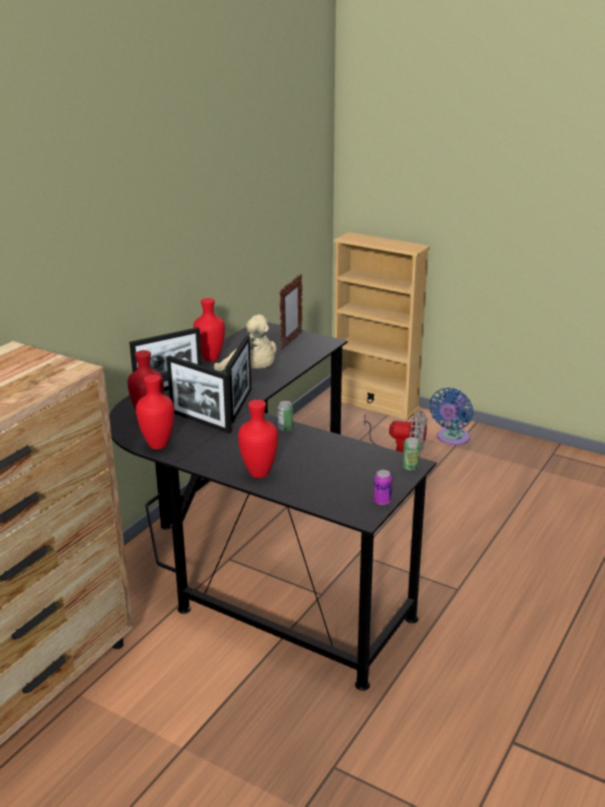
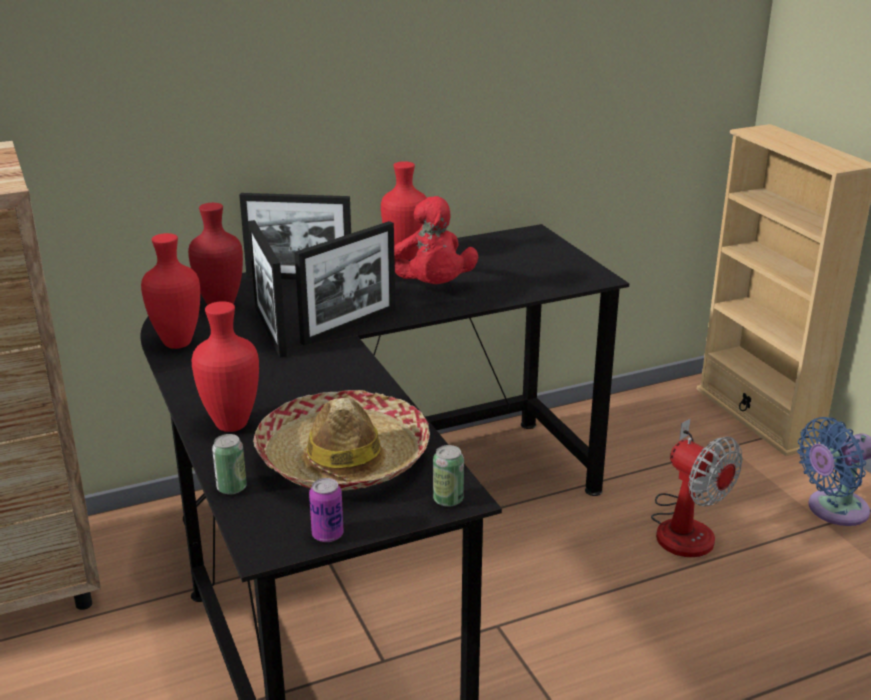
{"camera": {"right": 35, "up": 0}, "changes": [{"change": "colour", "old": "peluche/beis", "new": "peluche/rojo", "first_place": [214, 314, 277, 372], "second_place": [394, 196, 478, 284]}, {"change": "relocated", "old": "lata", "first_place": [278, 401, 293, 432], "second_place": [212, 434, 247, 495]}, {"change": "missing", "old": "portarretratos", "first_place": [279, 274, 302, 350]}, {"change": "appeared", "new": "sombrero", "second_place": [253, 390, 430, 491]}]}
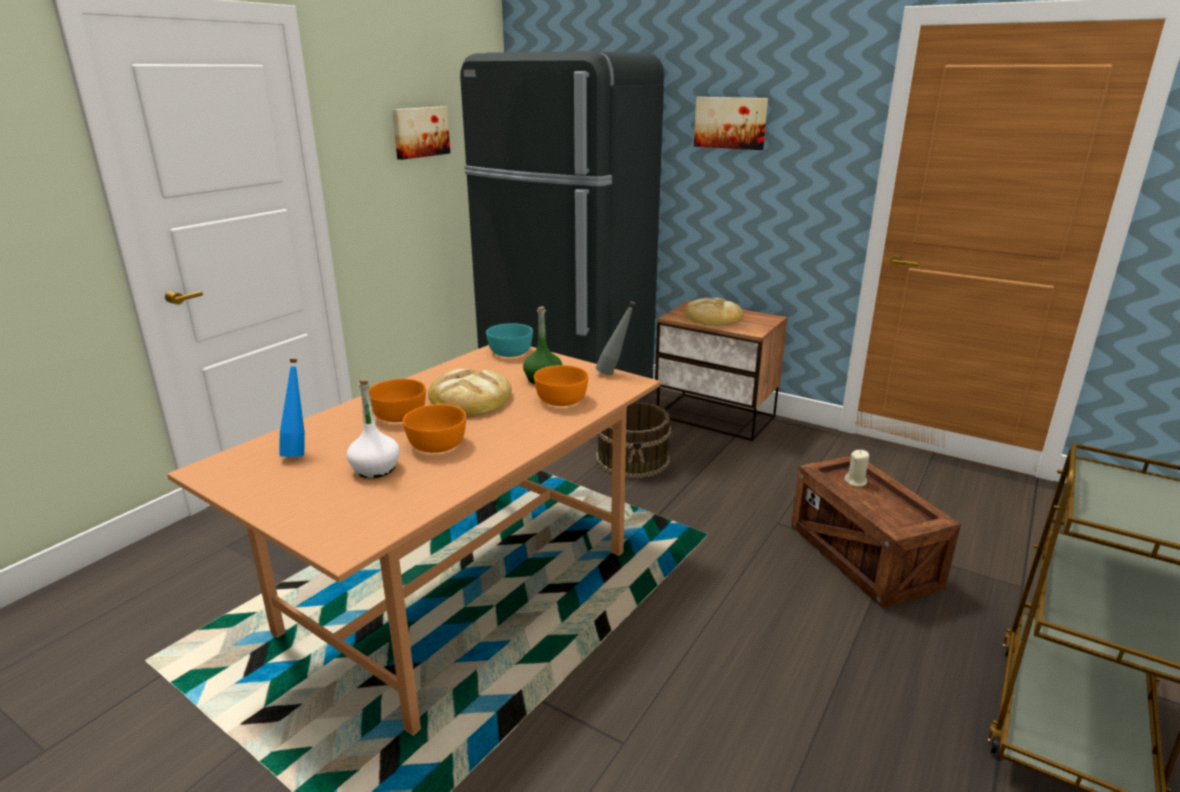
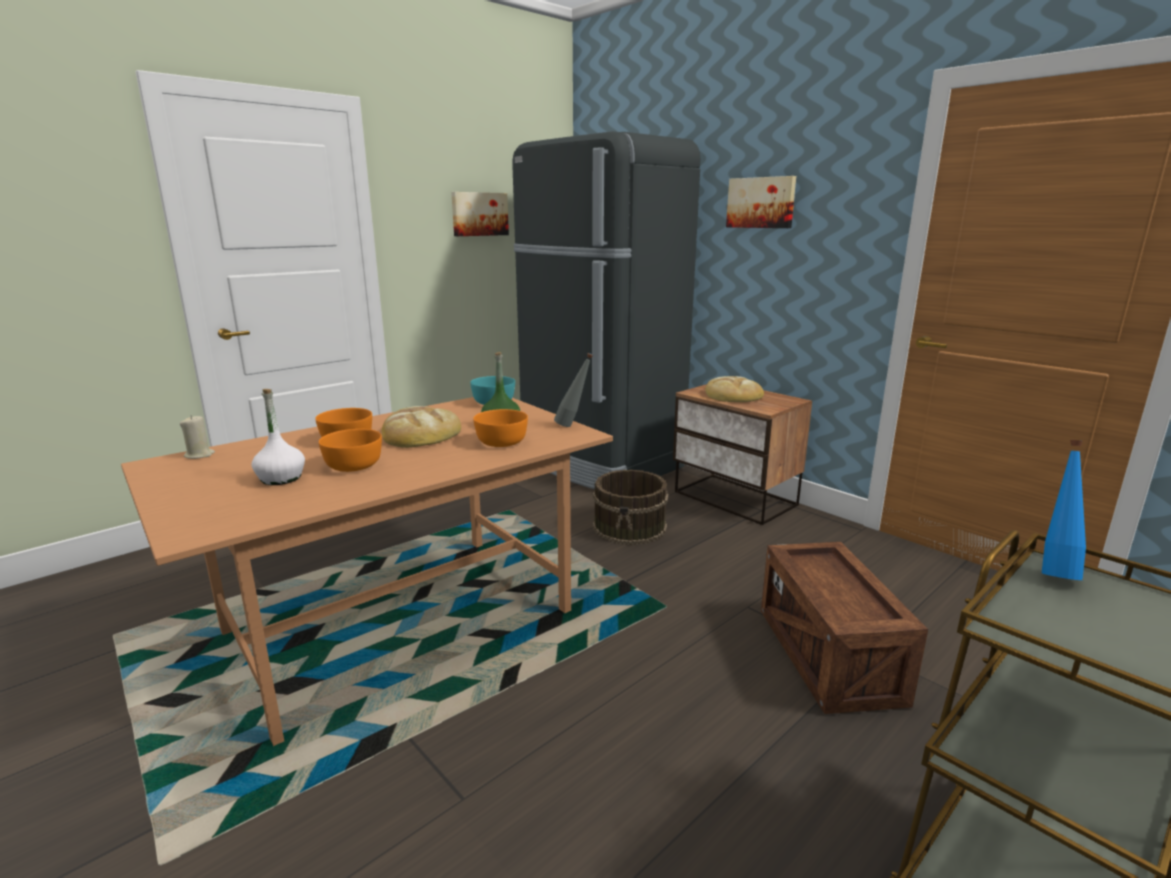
{"camera": {"right": 15, "up": -5}, "changes": [{"change": "relocated", "old": "botella/azul", "first_place": [279, 359, 305, 457], "second_place": [1042, 440, 1086, 580]}, {"change": "relocated", "old": "vela/beis", "first_place": [844, 450, 869, 487], "second_place": [180, 415, 215, 459]}]}
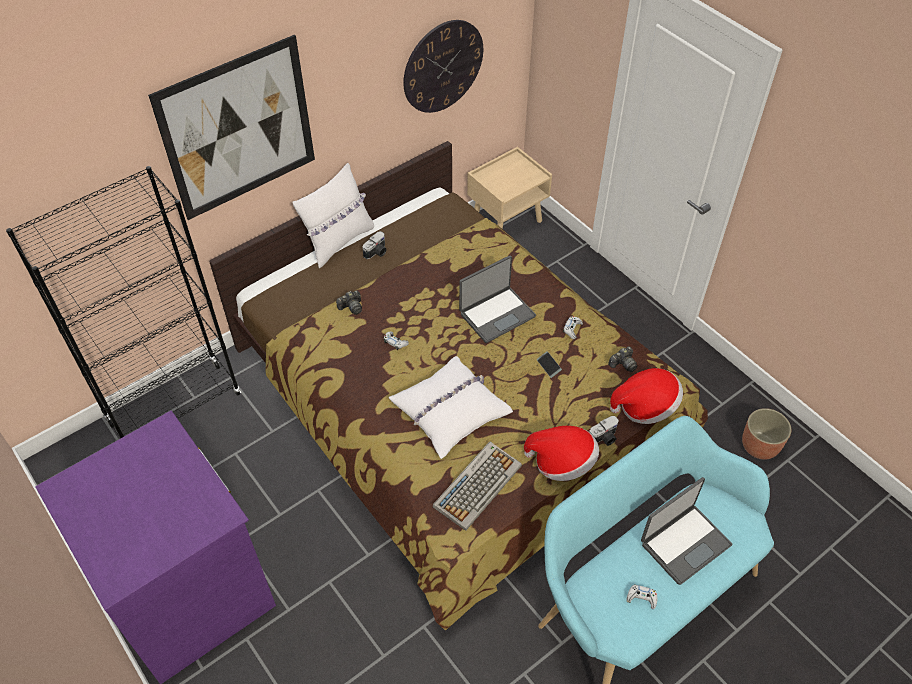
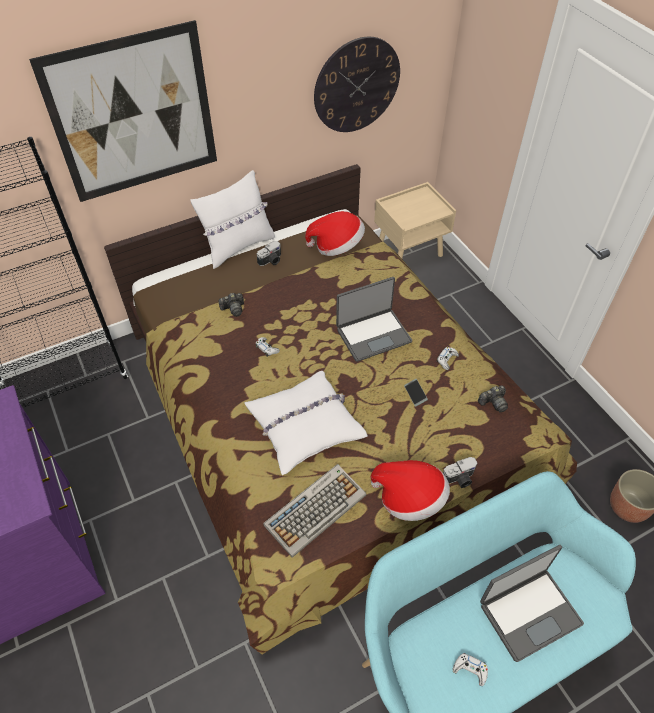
{"camera": {"right": 10, "up": 0}, "changes": [{"change": "relocated", "old": "sombrero", "first_place": [610, 368, 683, 424], "second_place": [305, 211, 365, 256]}]}
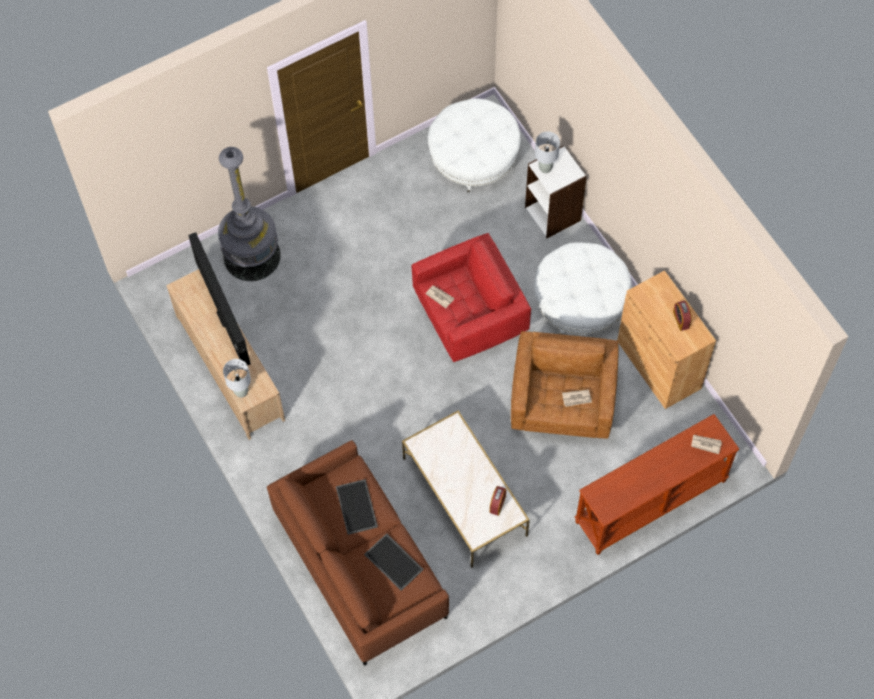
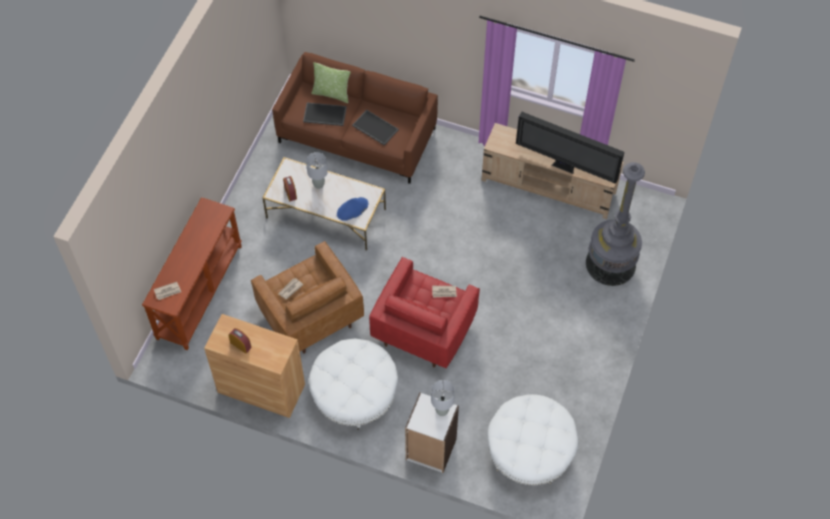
{"camera": {"right": 140, "up": -5}, "changes": [{"change": "relocated", "old": "lámpara de mesa/gris", "first_place": [223, 359, 251, 398], "second_place": [306, 152, 328, 189]}, {"change": "appeared", "new": "cojín", "second_place": [311, 62, 350, 103]}, {"change": "appeared", "new": "sombrero/azul", "second_place": [337, 197, 368, 221]}]}
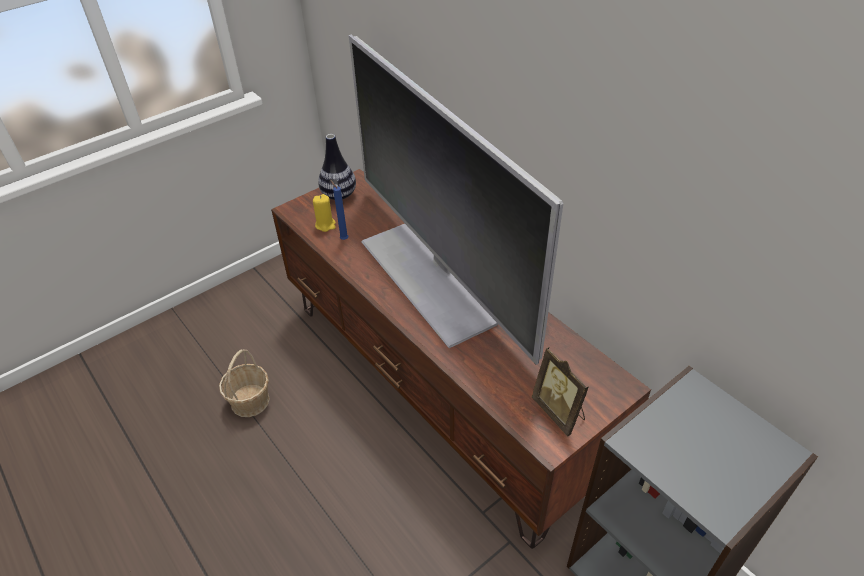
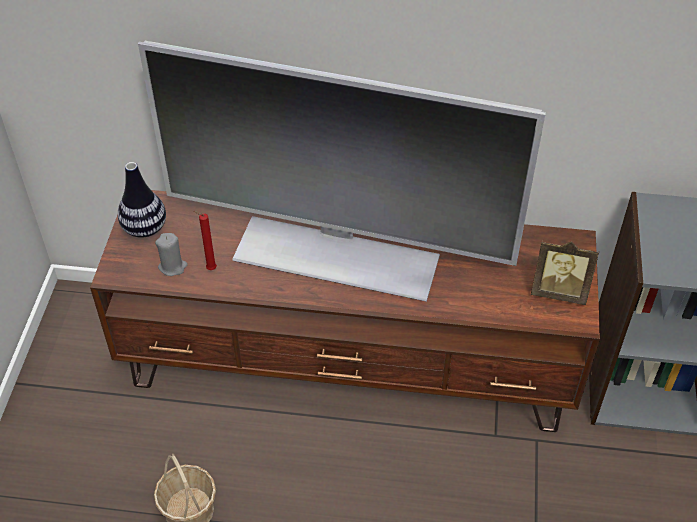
{"camera": {"right": -45, "up": 5}, "changes": [{"change": "colour", "old": "vela/amarillo", "new": "vela/gris", "first_place": [313, 194, 336, 232], "second_place": [155, 233, 188, 276]}, {"change": "colour", "old": "vela/azul", "new": "vela/rojo", "first_place": [331, 180, 348, 240], "second_place": [193, 211, 217, 270]}]}
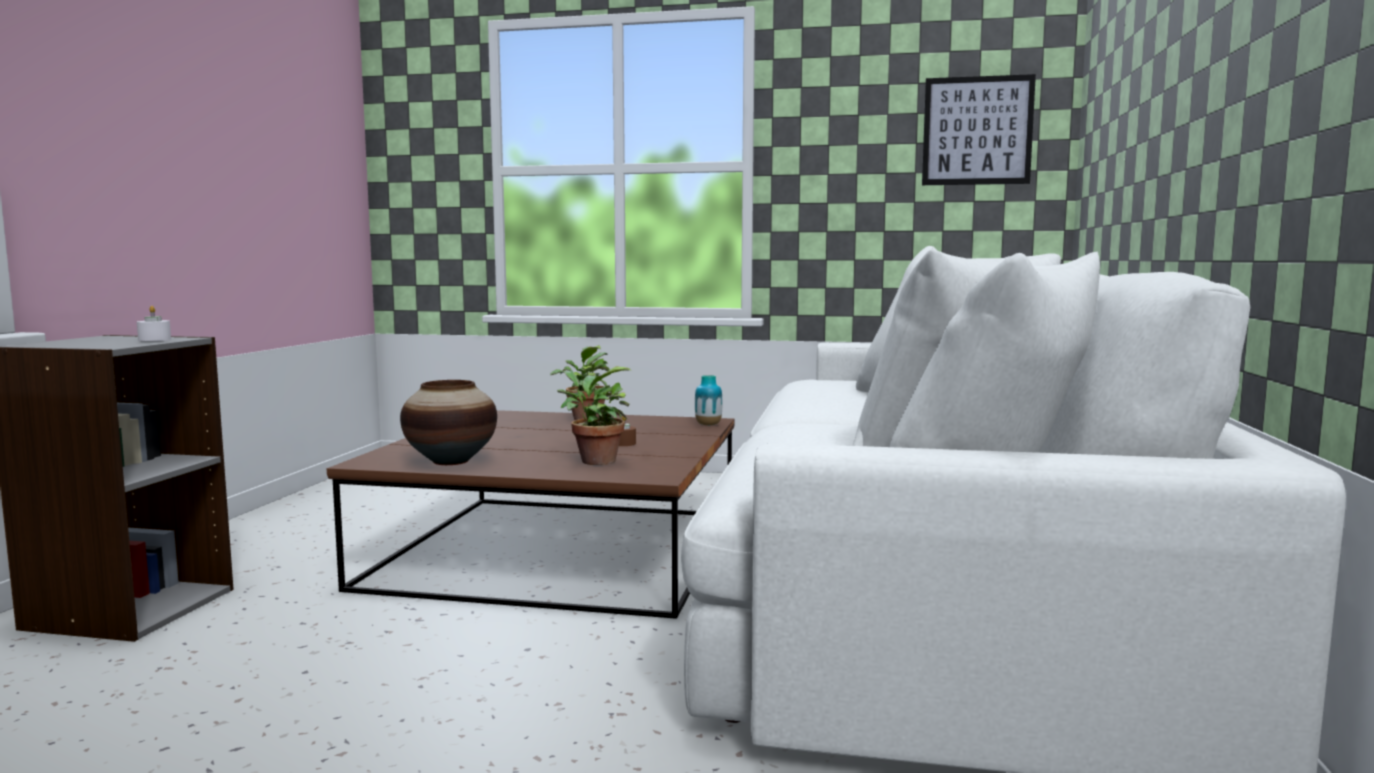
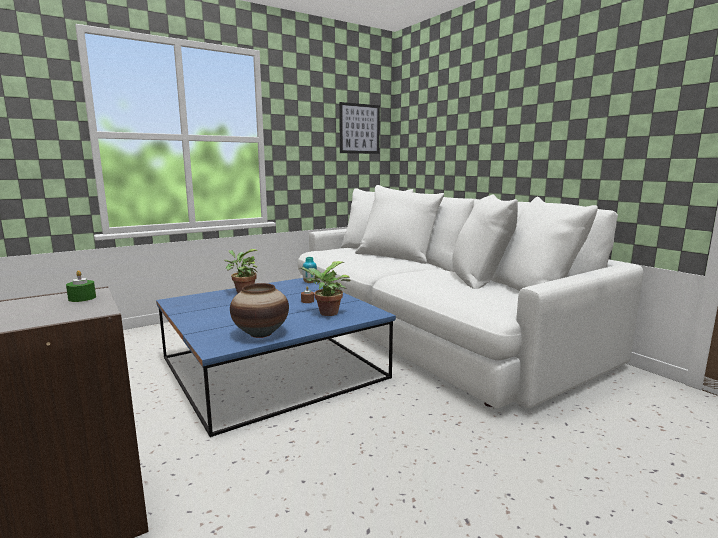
{"camera": {"right": -45, "up": 5}, "changes": [{"change": "colour", "old": "vela/blanco", "new": "vela/verde", "first_place": [137, 306, 171, 341], "second_place": [66, 270, 96, 302]}, {"change": "colour", "old": "mesa de centro/marrón", "new": "mesa de centro/azul", "first_place": [327, 410, 735, 619], "second_place": [156, 278, 396, 437]}]}
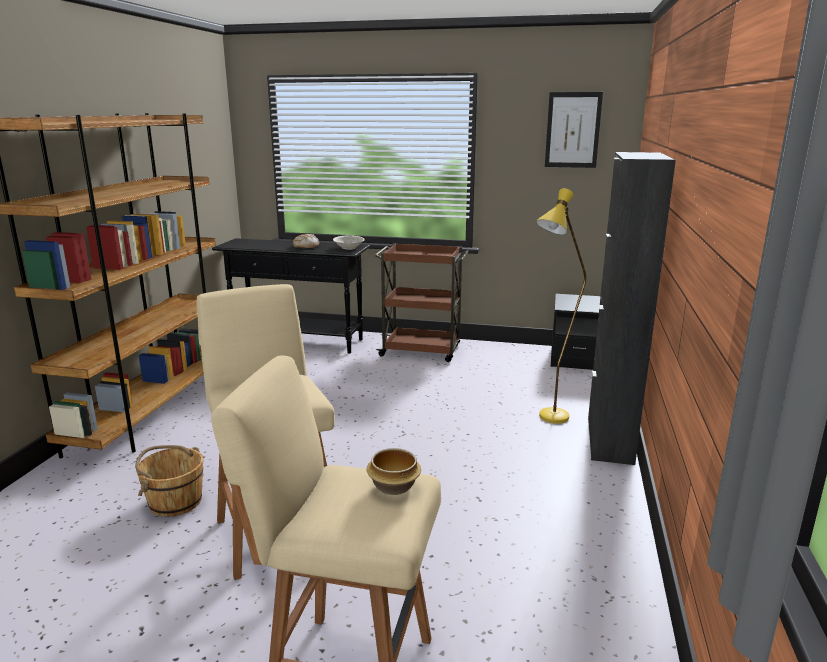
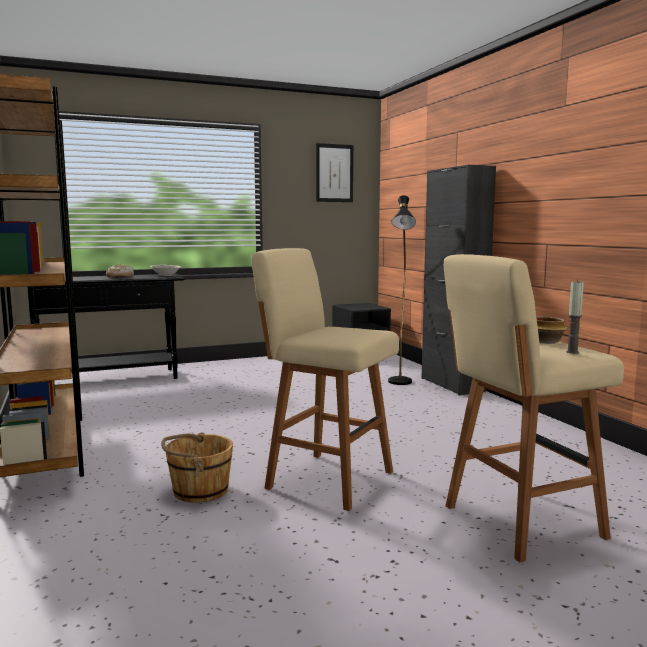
{"camera": {"right": -35, "up": -10}, "changes": [{"change": "missing", "old": "carrito/marrón", "first_place": [375, 243, 469, 362]}, {"change": "colour", "old": "lámpara de pie/amarillo", "new": "lámpara de pie/negro", "first_place": [536, 188, 586, 424], "second_place": [388, 195, 416, 385]}, {"change": "appeared", "new": "vela", "second_place": [566, 280, 584, 354]}]}
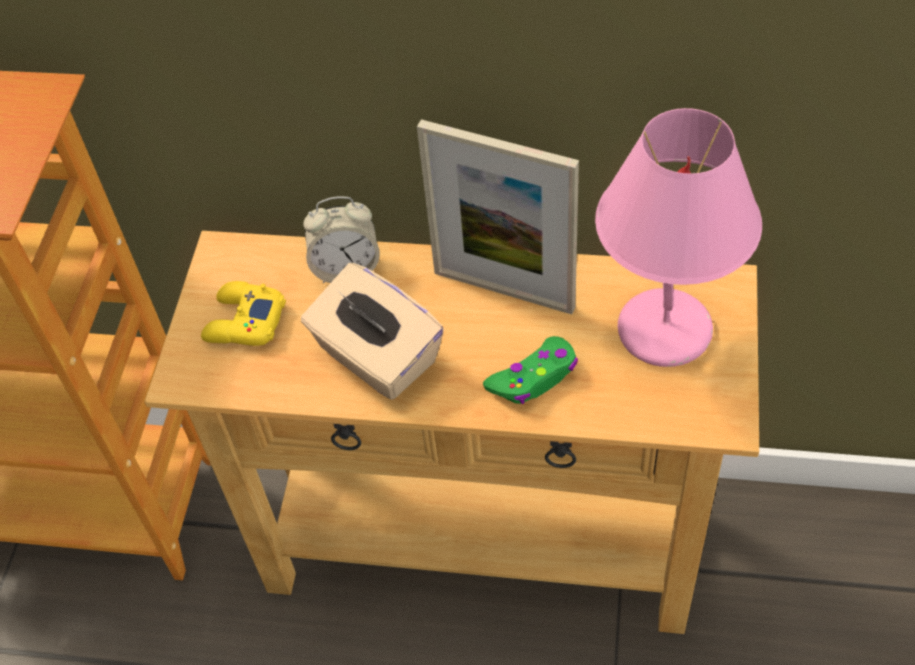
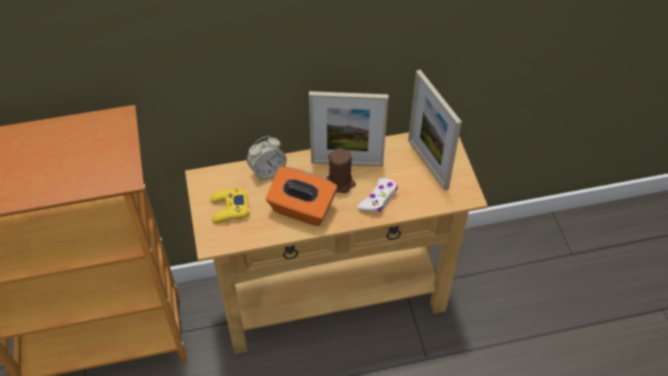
{"camera": {"right": -25, "up": 0}, "changes": [{"change": "colour", "old": "caja de pañuelos/beis", "new": "caja de pañuelos/naranja", "first_place": [301, 263, 444, 400], "second_place": [266, 166, 337, 226]}, {"change": "colour", "old": "mando de consola/verde", "new": "mando de consola/blanco", "first_place": [483, 336, 578, 404], "second_place": [357, 178, 398, 212]}, {"change": "exchanged", "old": "lámpara de mesa/rosa", "new": "portarretratos", "first_place": [595, 108, 762, 367], "second_place": [408, 70, 462, 191]}, {"change": "appeared", "new": "vela/marrón", "second_place": [326, 148, 356, 193]}]}
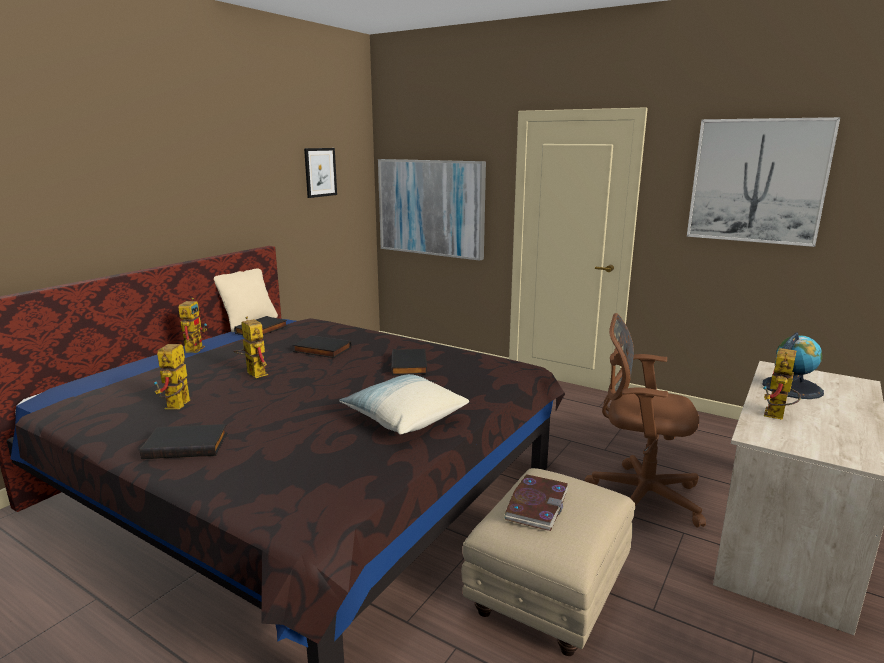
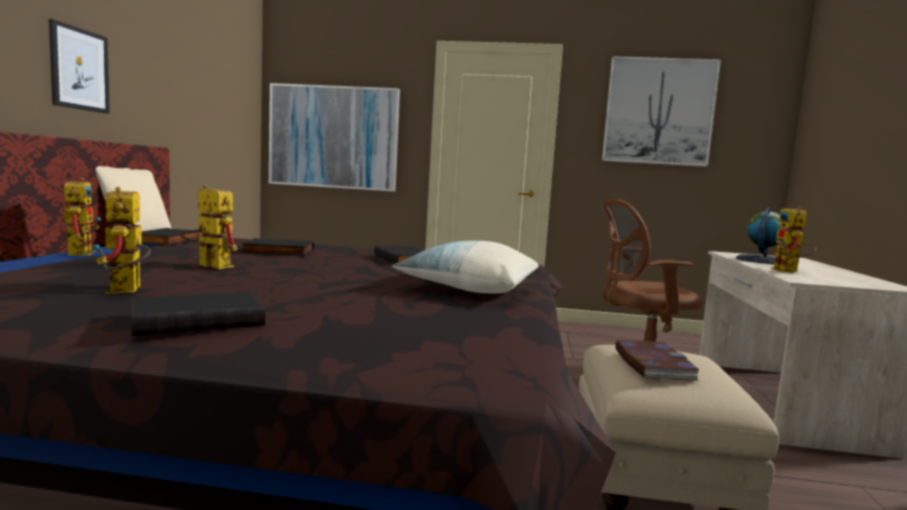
{"camera": {"right": -25, "up": -10}, "changes": [{"change": "relocated", "old": "cuadro", "first_place": [304, 148, 337, 198], "second_place": [49, 19, 110, 114]}]}
